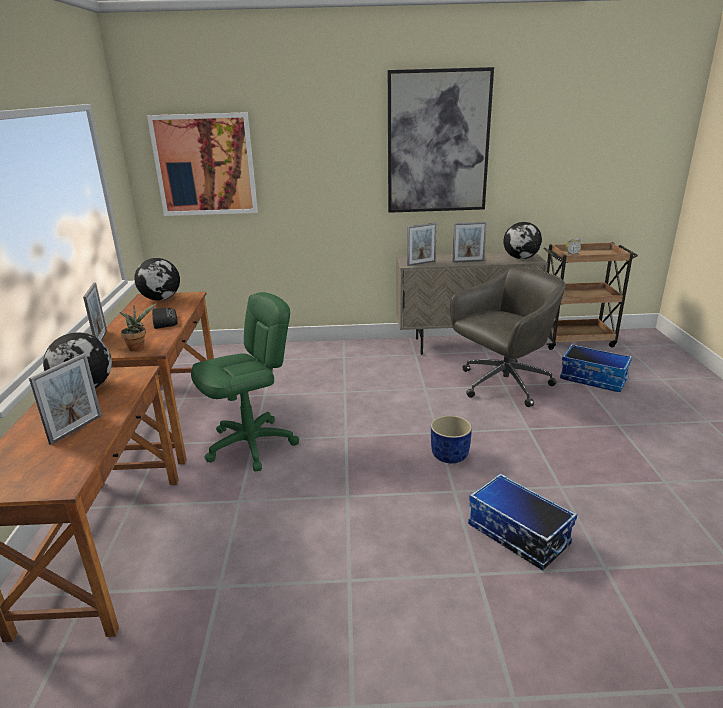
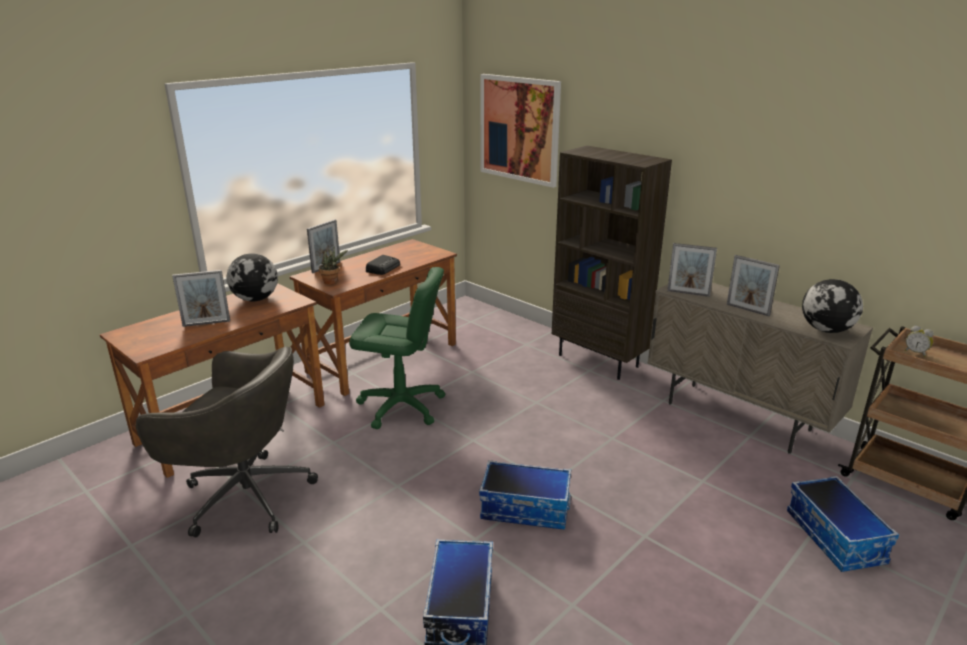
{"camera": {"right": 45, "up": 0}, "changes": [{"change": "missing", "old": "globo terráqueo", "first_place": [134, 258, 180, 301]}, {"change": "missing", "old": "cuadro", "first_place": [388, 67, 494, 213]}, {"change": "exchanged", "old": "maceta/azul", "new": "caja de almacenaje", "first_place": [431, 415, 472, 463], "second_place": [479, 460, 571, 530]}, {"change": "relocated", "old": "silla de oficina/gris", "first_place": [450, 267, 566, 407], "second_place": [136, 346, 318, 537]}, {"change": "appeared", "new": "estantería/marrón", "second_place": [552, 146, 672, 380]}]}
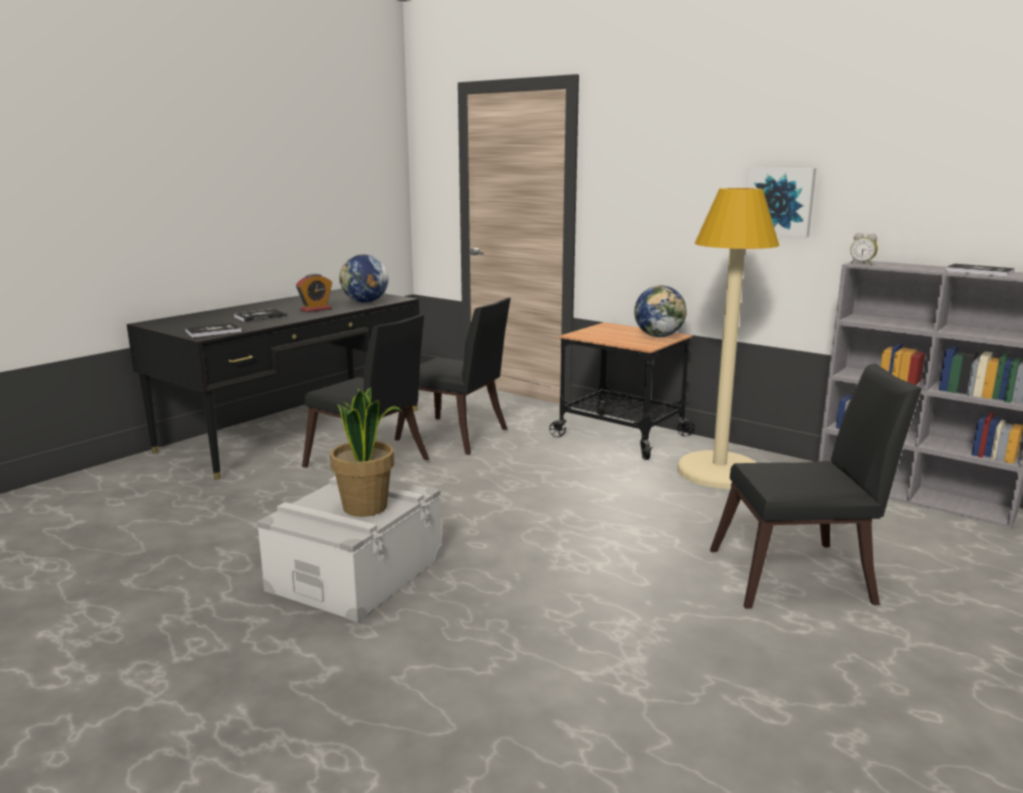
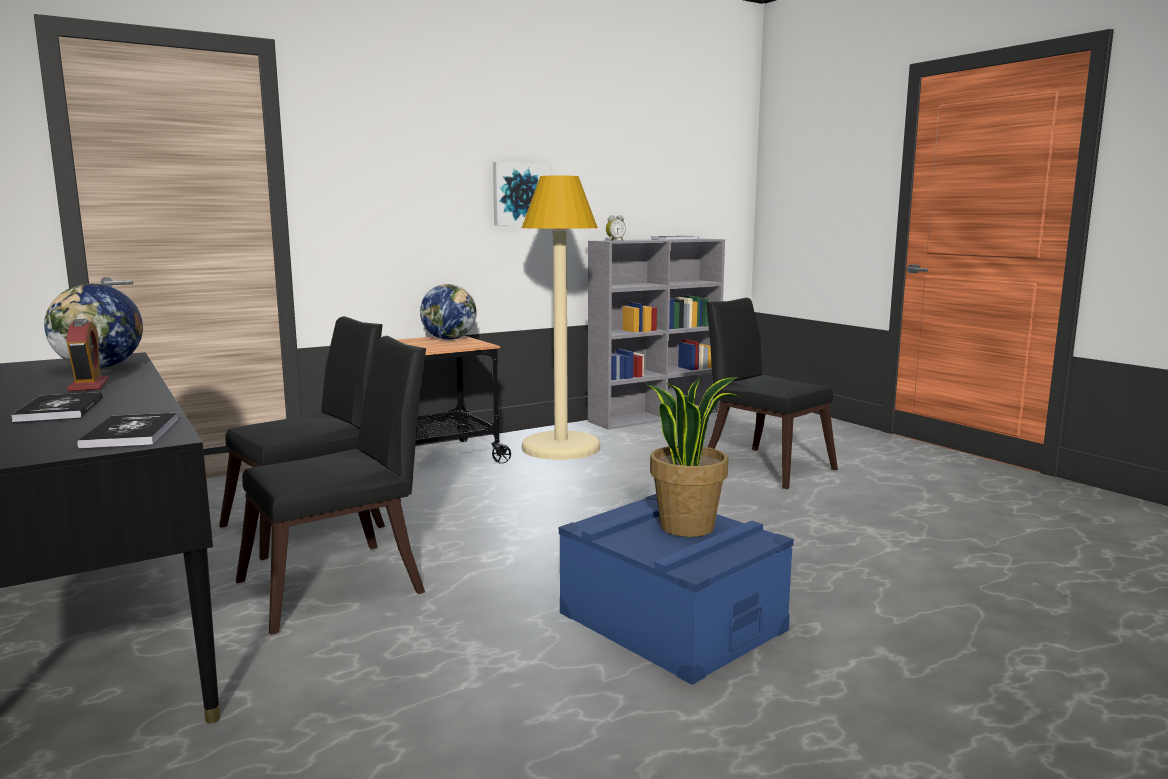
{"camera": {"right": -70, "up": -5}, "changes": [{"change": "colour", "old": "caja de almacenaje/gris", "new": "caja de almacenaje/azul", "first_place": [257, 476, 442, 623], "second_place": [559, 494, 794, 685]}, {"change": "spun", "old": "silla/negro", "first_place": [710, 363, 922, 609], "second_place": [706, 298, 838, 489], "degrees": -60}]}
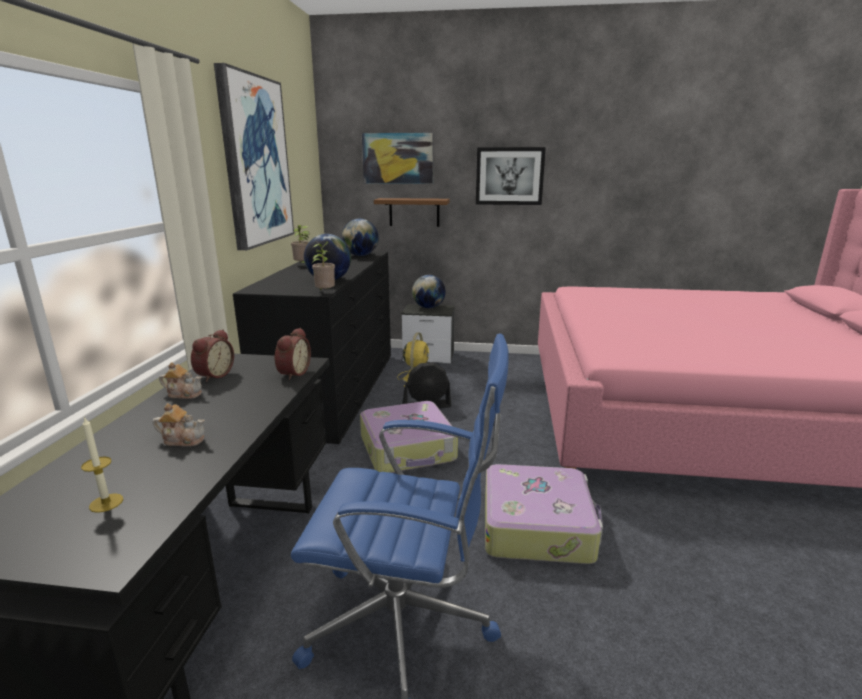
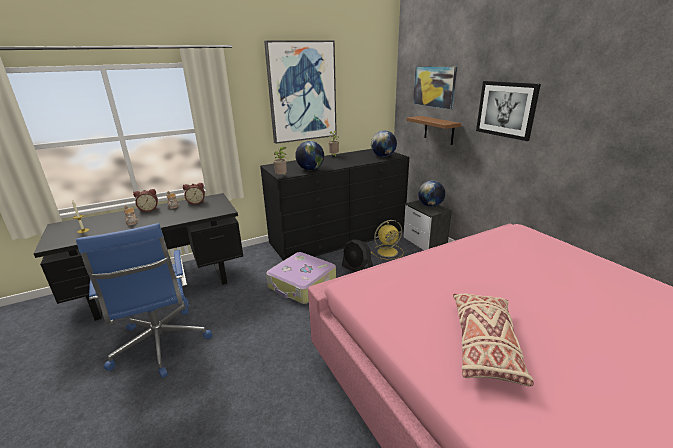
{"camera": {"right": 55, "up": 5}, "changes": [{"change": "relocated", "old": "despertador", "first_place": [275, 328, 311, 380], "second_place": [133, 189, 158, 212]}, {"change": "missing", "old": "maleta", "first_place": [485, 464, 603, 564]}, {"change": "appeared", "new": "cojín/beis", "second_place": [453, 294, 534, 386]}]}
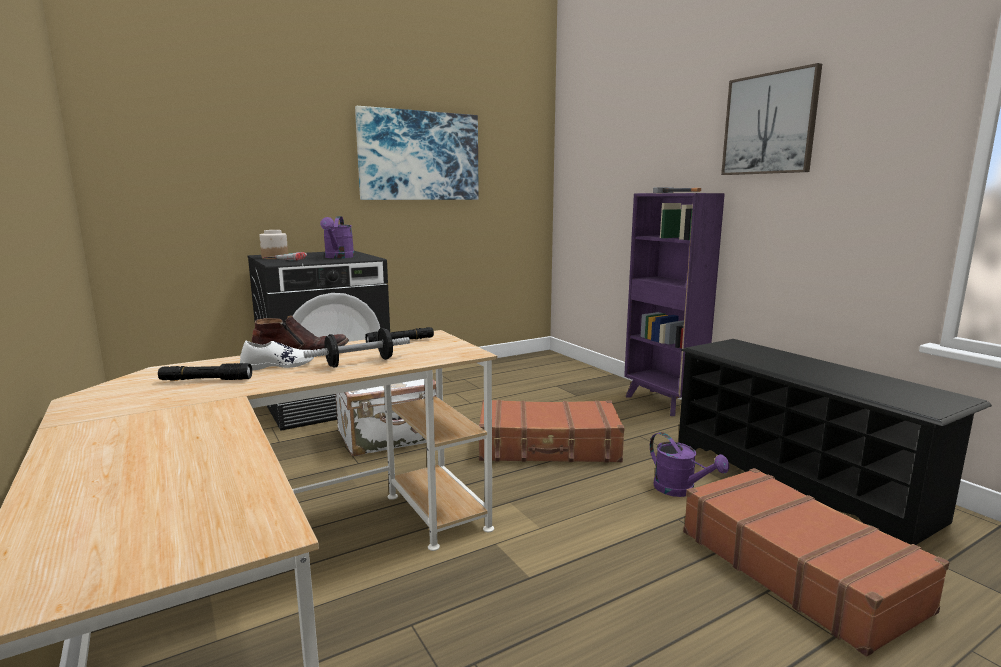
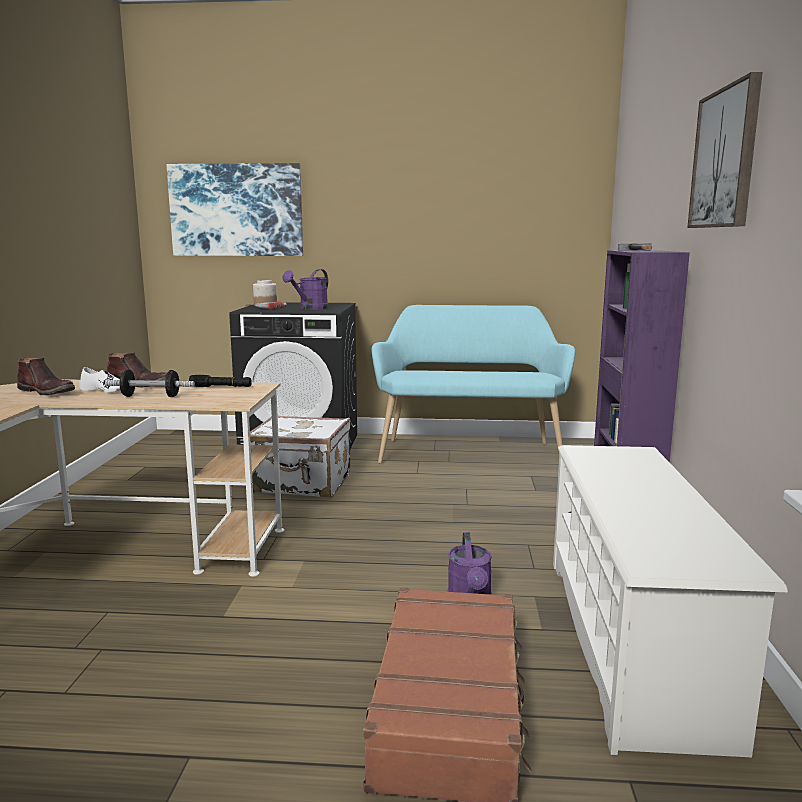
{"camera": {"right": 35, "up": 0}, "changes": [{"change": "exchanged", "old": "linterna/negro", "new": "bota/marrón", "first_place": [158, 363, 252, 380], "second_place": [17, 358, 75, 395]}, {"change": "relocated", "old": "cuadro", "first_place": [355, 106, 479, 200], "second_place": [167, 163, 303, 256]}, {"change": "missing", "old": "maleta/marrón", "first_place": [479, 399, 624, 463]}, {"change": "colour", "old": "zapatero/negro", "new": "zapatero/blanco", "first_place": [678, 339, 992, 545], "second_place": [553, 445, 788, 757]}, {"change": "appeared", "new": "banco/turquesa", "second_place": [372, 305, 575, 464]}]}
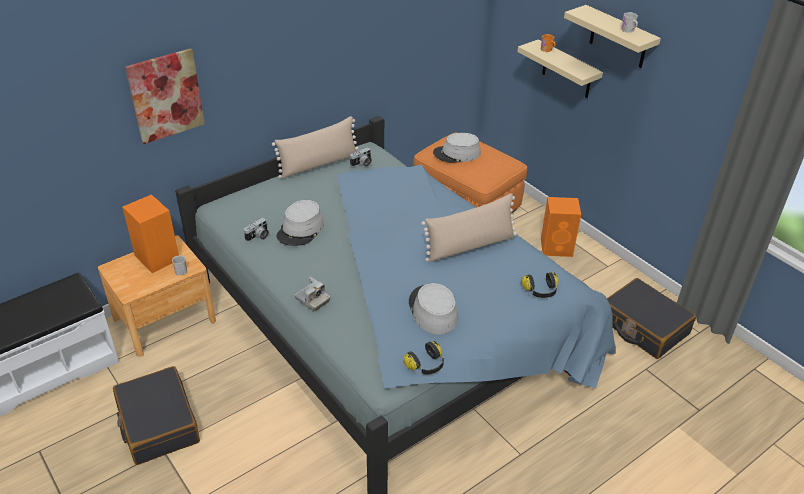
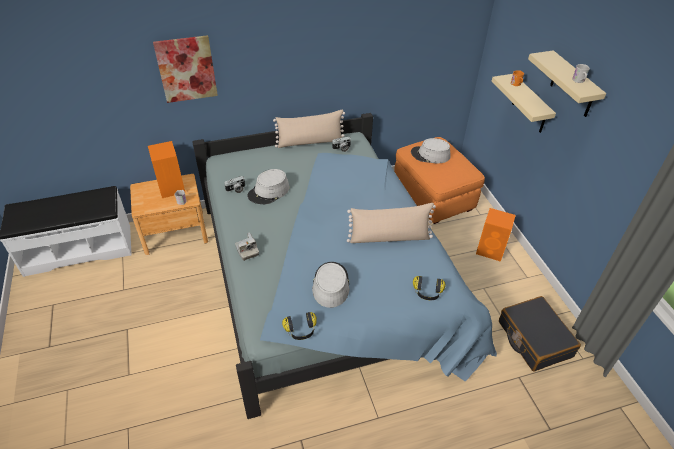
{"camera": {"right": 20, "up": 5}, "changes": [{"change": "missing", "old": "maleta/negro", "first_place": [113, 366, 200, 465]}]}
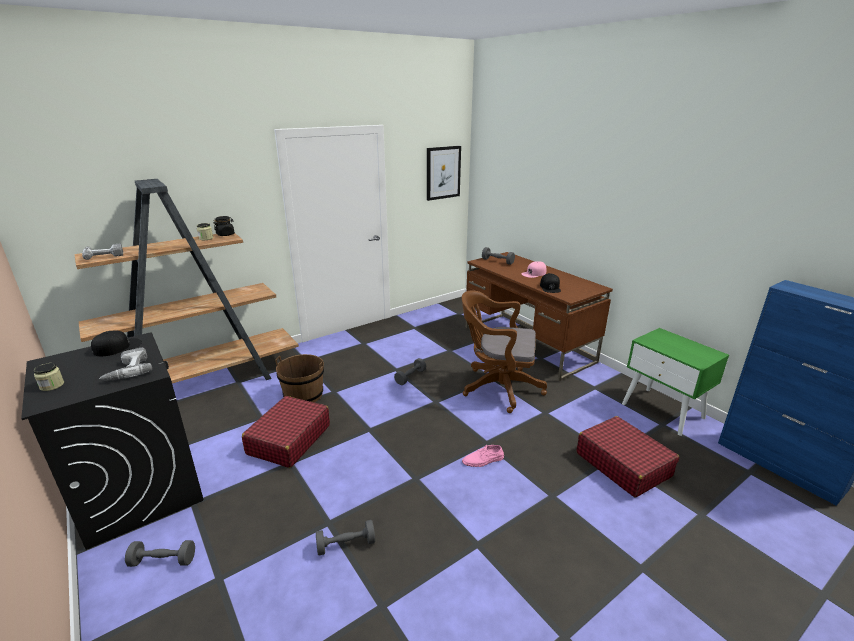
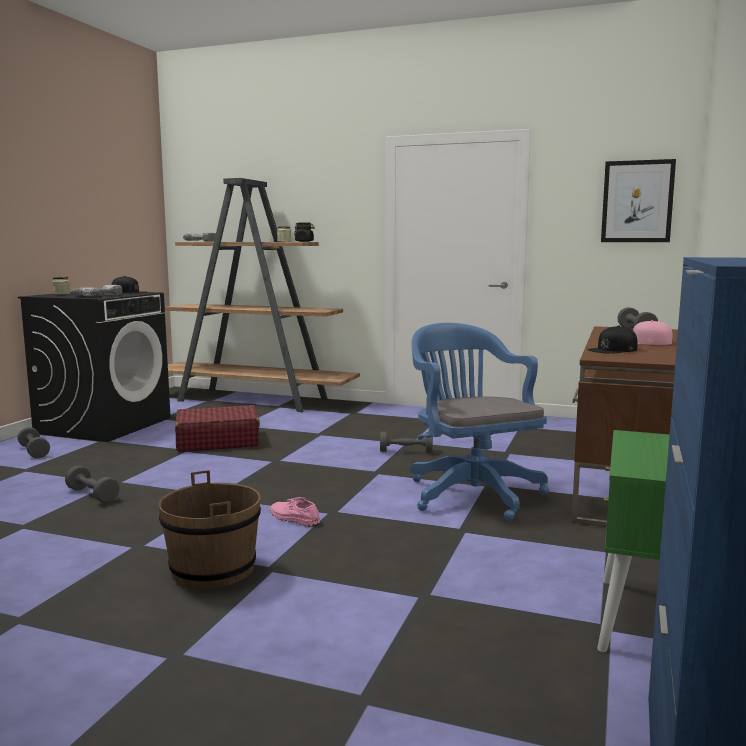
{"camera": {"right": 55, "up": -15}, "changes": [{"change": "relocated", "old": "cubo/marrón", "first_place": [275, 354, 324, 403], "second_place": [158, 470, 261, 589]}, {"change": "colour", "old": "silla de oficina/marrón", "new": "silla de oficina/azul", "first_place": [462, 291, 547, 413], "second_place": [410, 323, 549, 521]}, {"change": "missing", "old": "maleta/rojo", "first_place": [576, 416, 679, 497]}]}
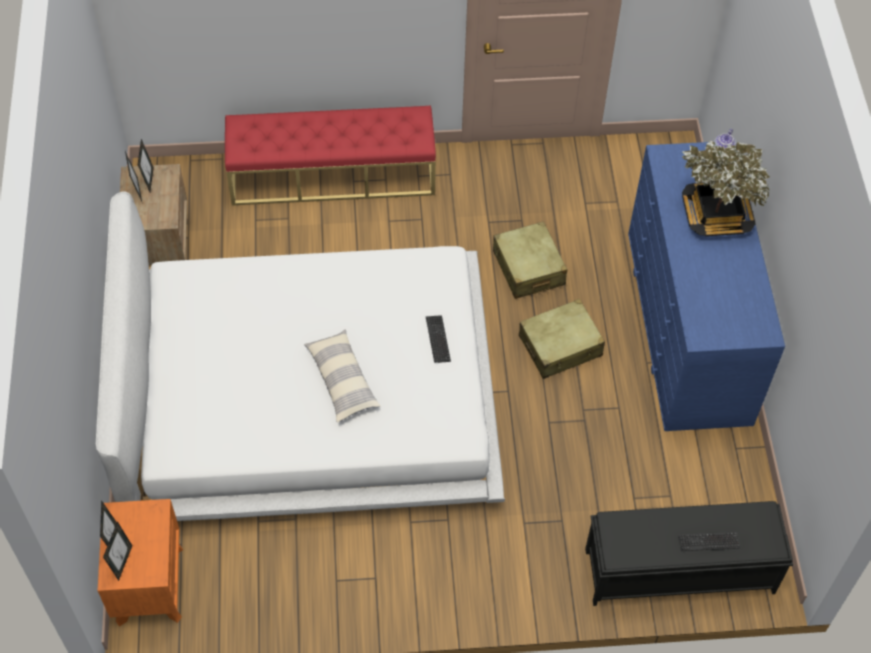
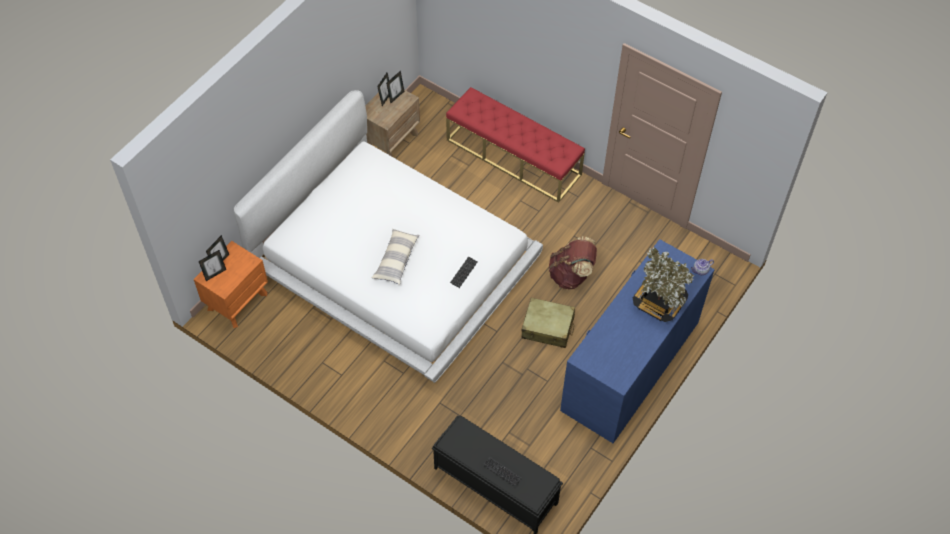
{"camera": {"right": 40, "up": 0}, "changes": [{"change": "exchanged", "old": "maleta/beis", "new": "mochila/marrón", "first_place": [493, 221, 567, 299], "second_place": [549, 236, 597, 289]}]}
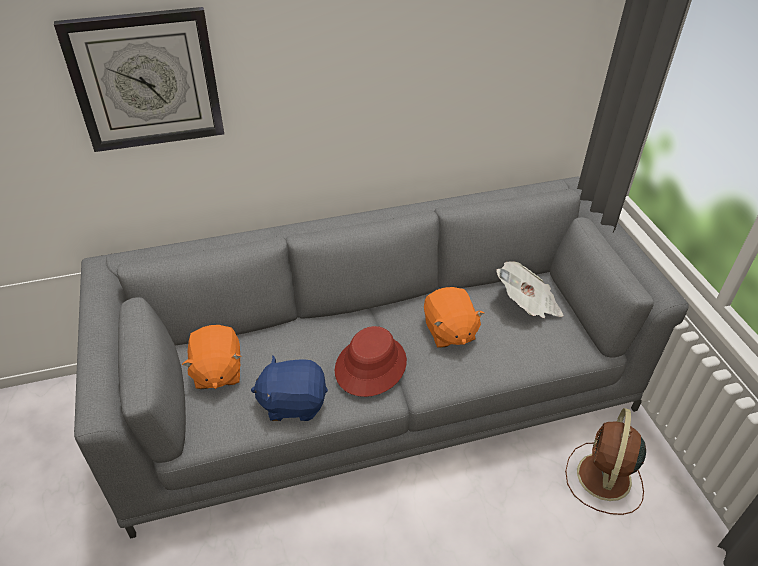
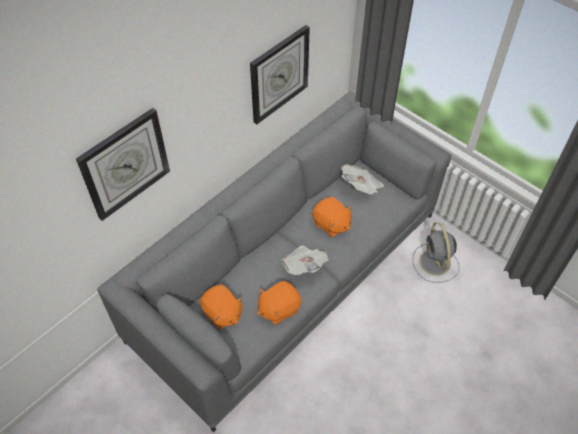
{"camera": {"right": -30, "up": 10}, "changes": [{"change": "colour", "old": "peluche/azul", "new": "peluche/naranja", "first_place": [251, 355, 328, 421], "second_place": [257, 281, 301, 325]}, {"change": "exchanged", "old": "sombrero/rojo", "new": "periódico", "first_place": [335, 326, 407, 397], "second_place": [282, 245, 329, 275]}, {"change": "colour", "old": "ventilador/marrón", "new": "ventilador/gris", "first_place": [565, 408, 646, 515], "second_place": [413, 222, 459, 283]}, {"change": "appeared", "new": "reloj de pared", "second_place": [250, 25, 310, 124]}]}
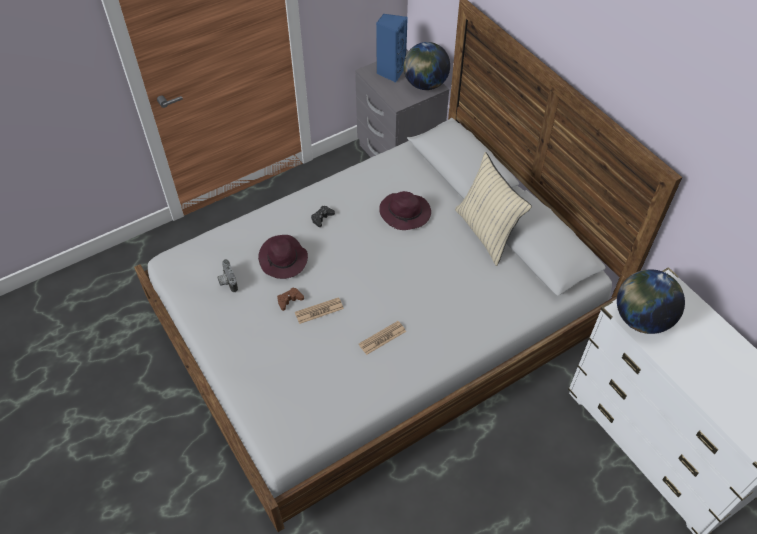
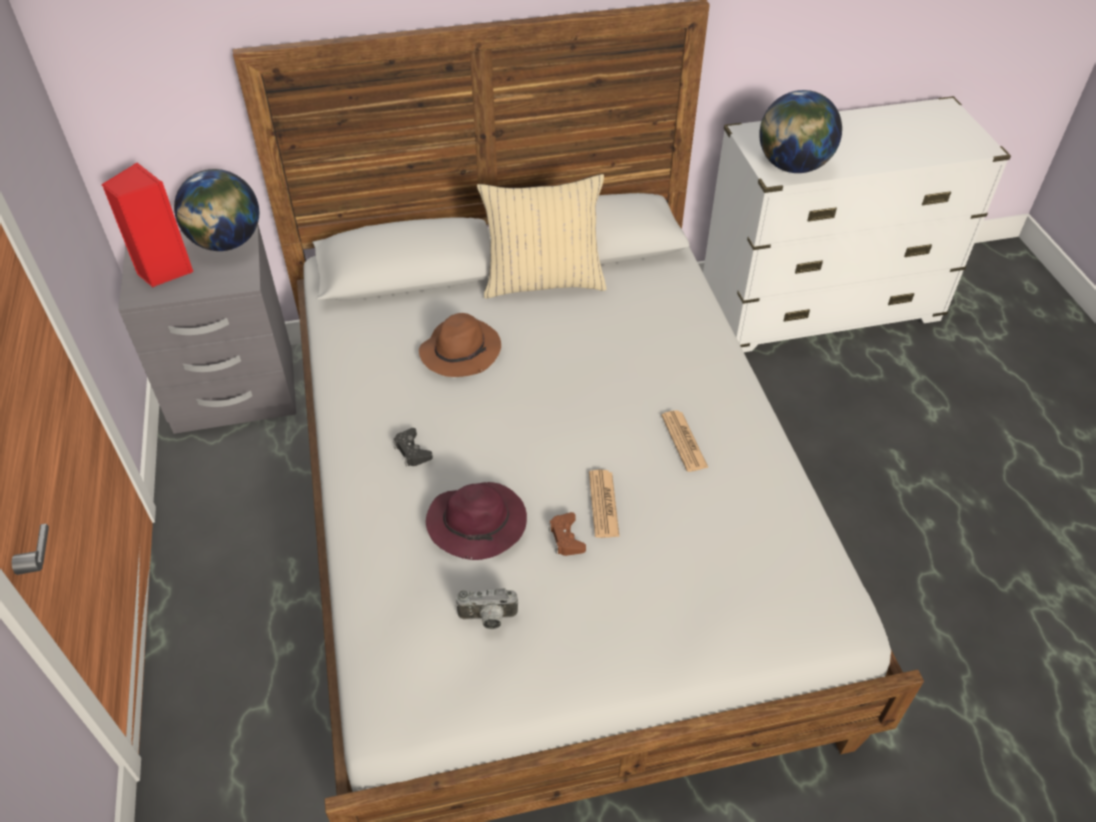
{"camera": {"right": -70, "up": -5}, "changes": [{"change": "colour", "old": "altavoz/azul", "new": "altavoz/rojo", "first_place": [376, 14, 408, 83], "second_place": [102, 162, 193, 287]}, {"change": "colour", "old": "sombrero/morado", "new": "sombrero/marrón", "first_place": [379, 191, 431, 230], "second_place": [419, 313, 501, 377]}]}
